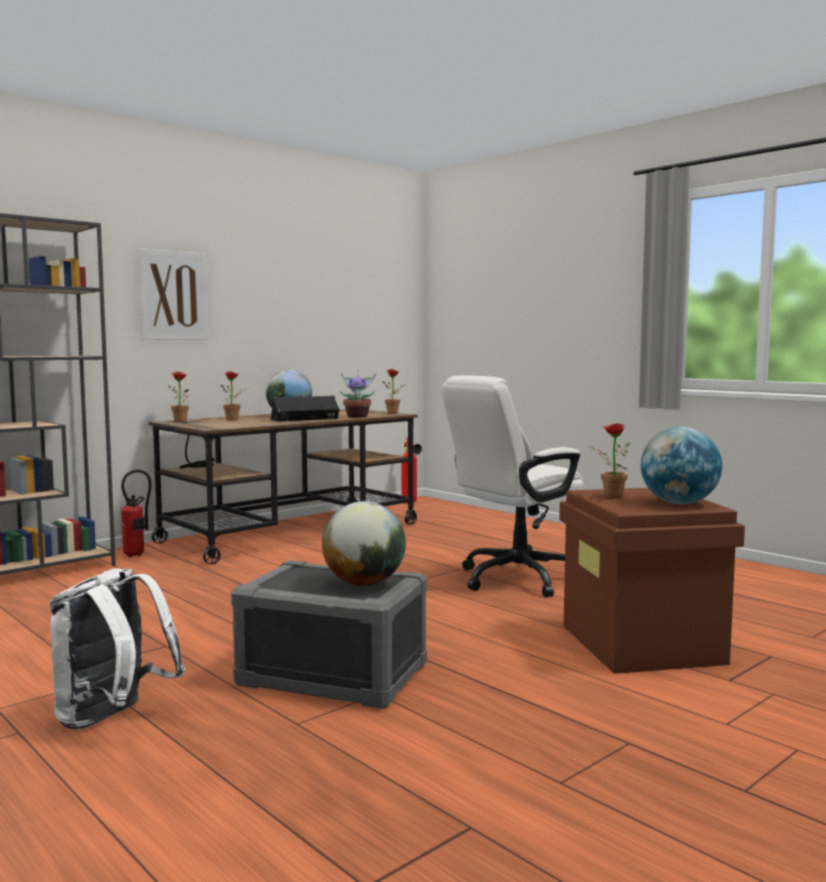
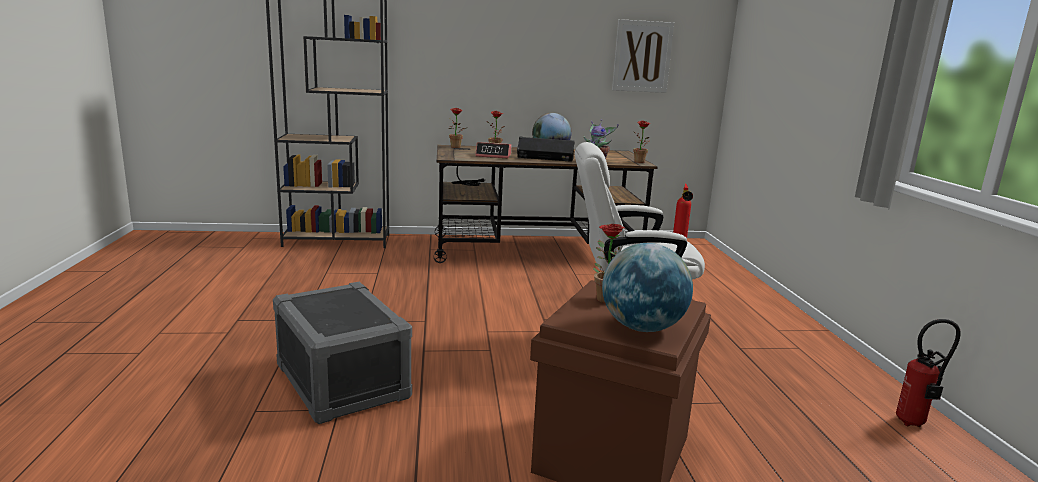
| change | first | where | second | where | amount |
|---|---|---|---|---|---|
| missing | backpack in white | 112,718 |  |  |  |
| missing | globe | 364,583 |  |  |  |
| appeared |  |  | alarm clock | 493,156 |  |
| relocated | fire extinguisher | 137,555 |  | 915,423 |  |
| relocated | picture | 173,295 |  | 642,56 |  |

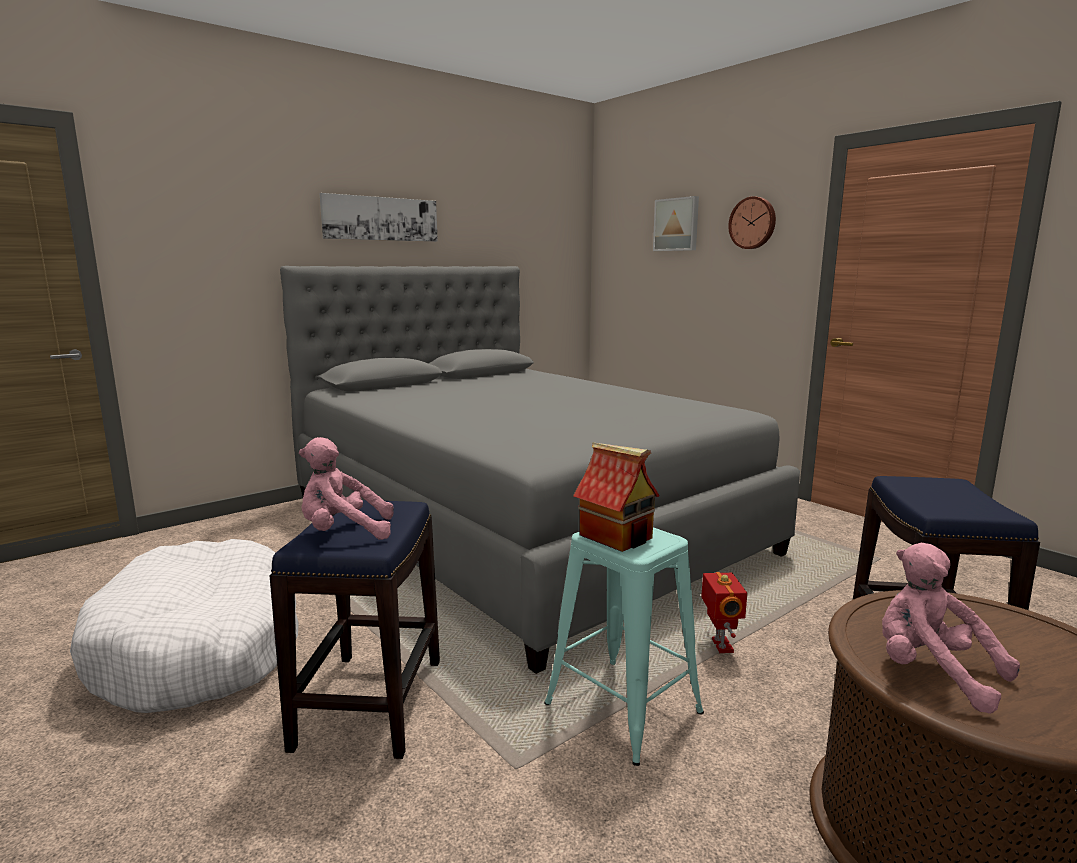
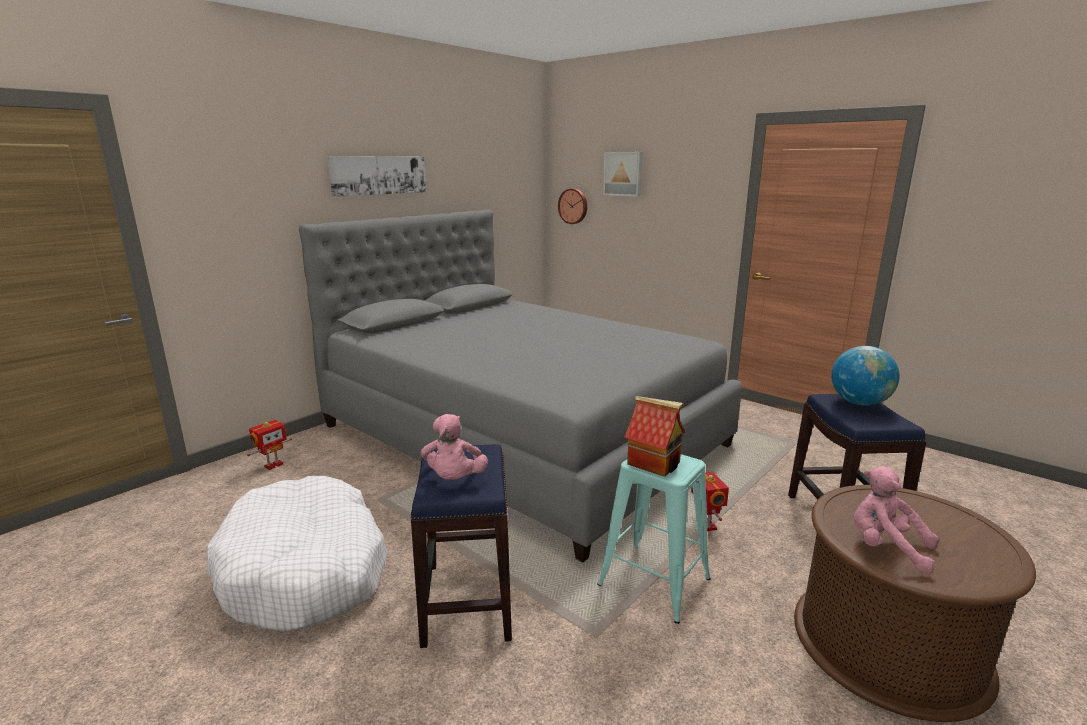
| change | first | where | second | where | amount |
|---|---|---|---|---|---|
| appeared |  |  | toy robot | 273,465 |  |
| appeared |  |  | globe | 859,403 |  |
| relocated | wall clock | 753,223 |  | 573,206 |  |
| spun | plush toy in pink | 344,533 |  | 454,479 | 75 degrees counterclockwise |

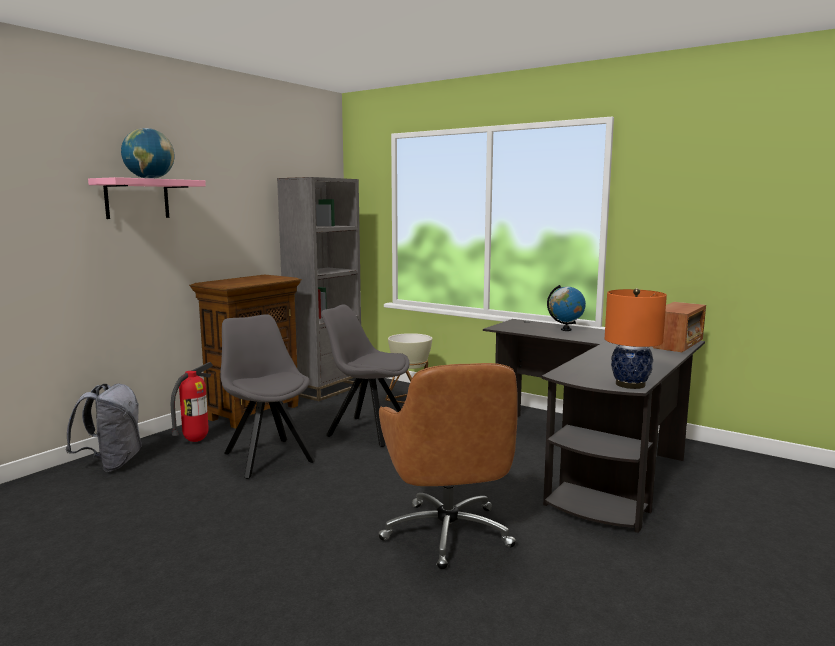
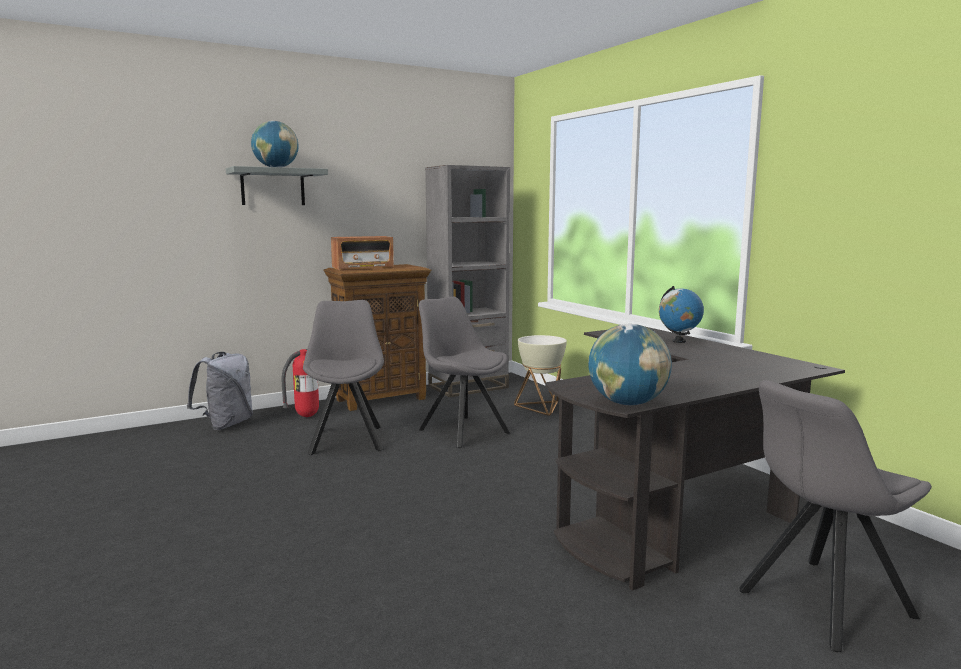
| change | first | where | second | where | amount |
|---|---|---|---|---|---|
| missing | office chair in brown | 446,533 |  |  |  |
| appeared |  |  | chair in grey | 823,603 |  |
| relocated | radio | 677,344 |  | 363,268 |  |
| exchanged | table lamp in orange | 630,384 | globe | 627,403 |  |
| colour | shelf in pink | 137,199 | shelf in grey | 273,187 |  |

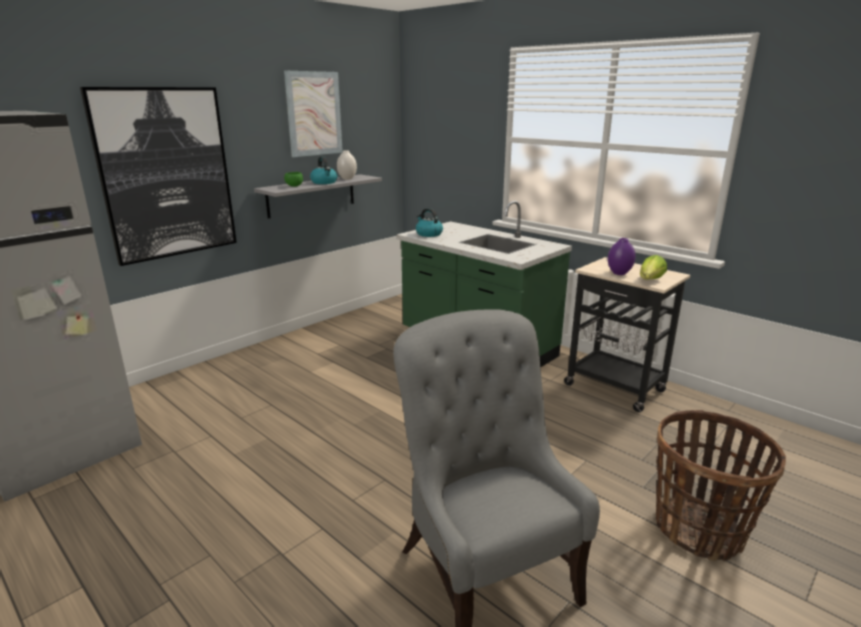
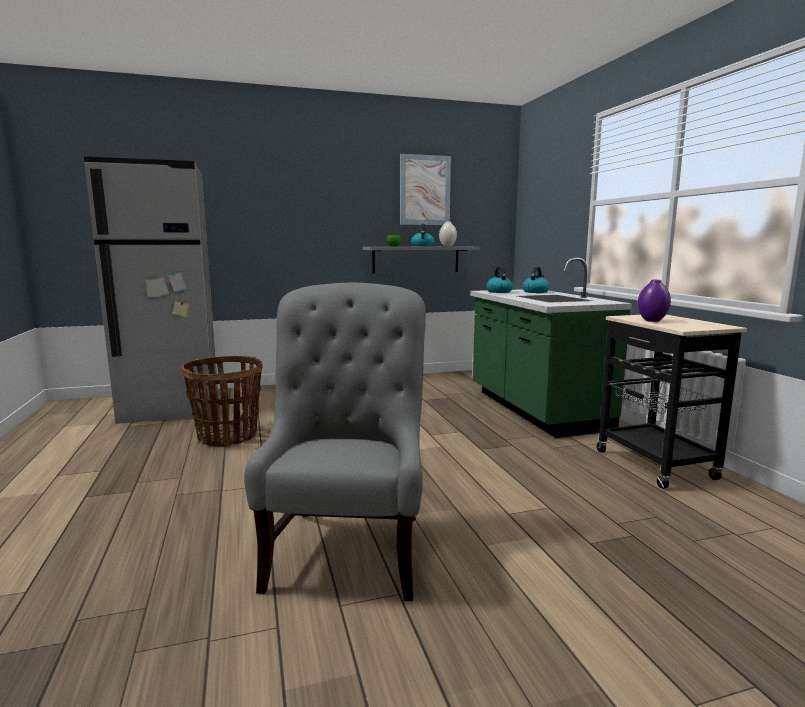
| change | first | where | second | where | amount |
|---|---|---|---|---|---|
| missing | picture | 166,174 |  |  |  |
| missing | lettuce | 650,281 |  |  |  |
| appeared |  |  | kettle | 535,292 |  |
| relocated | basket | 699,530 |  | 228,436 |  |

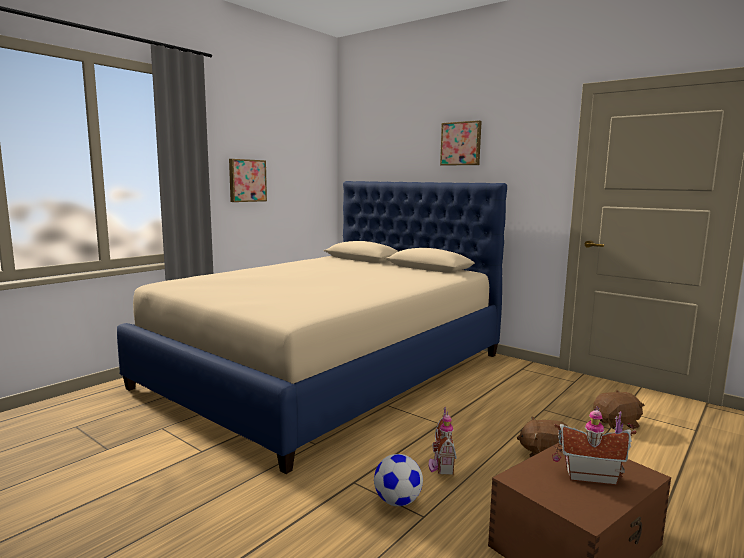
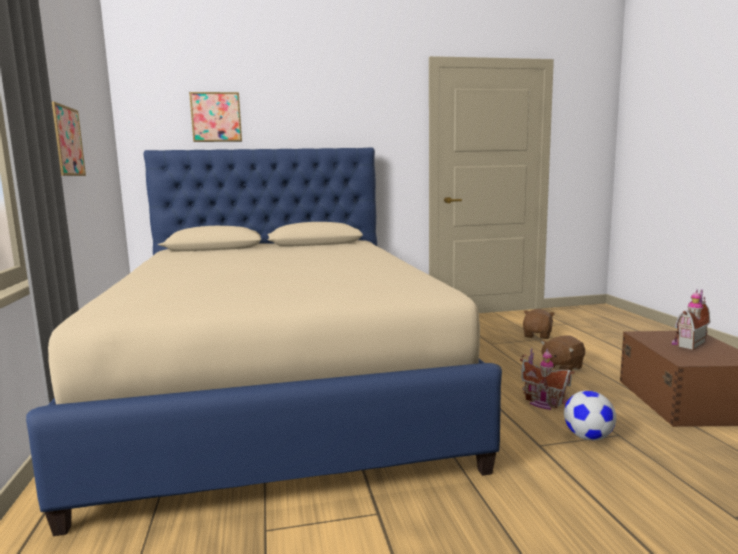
| change | first | where | second | where | amount |
|---|---|---|---|---|---|
| relocated | picture | 461,143 |  | 216,117 |  |

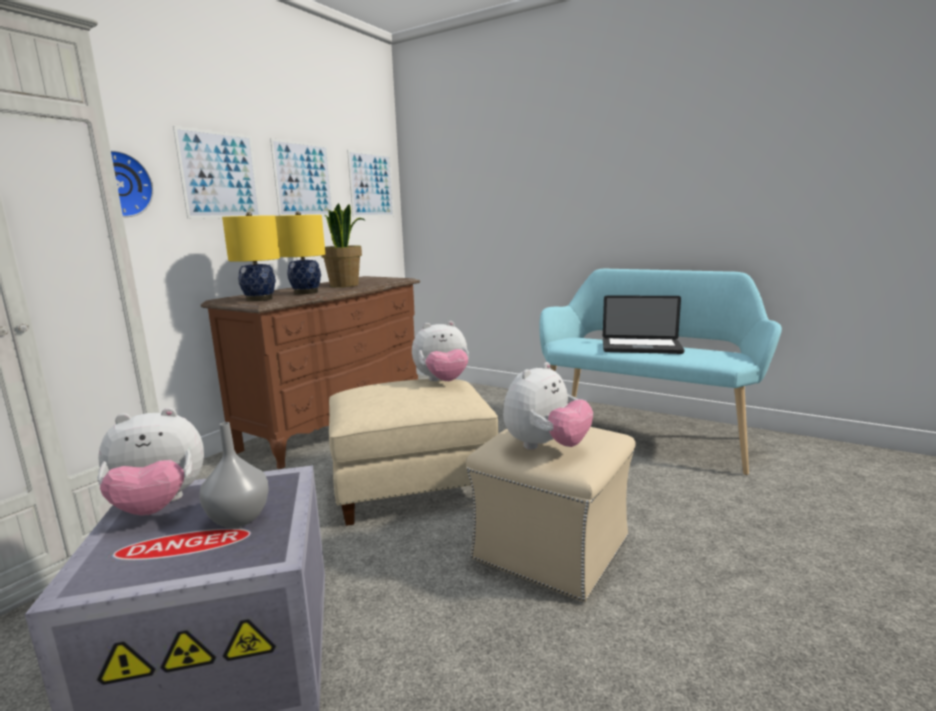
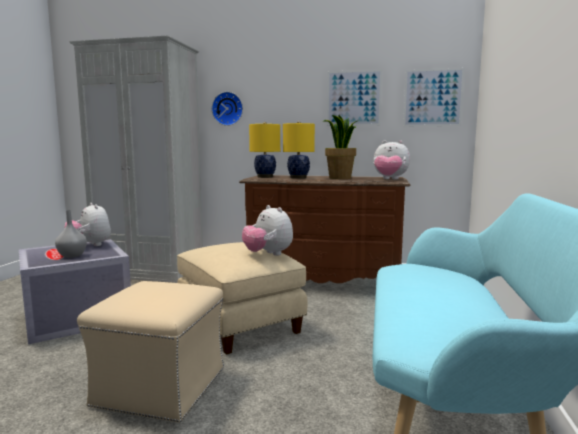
| change | first | where | second | where | amount |
|---|---|---|---|---|---|
| missing | picture | 220,175 |  |  |  |
| missing | laptop | 641,347 |  |  |  |
| relocated | plush toy | 545,447 |  | 389,179 |  |

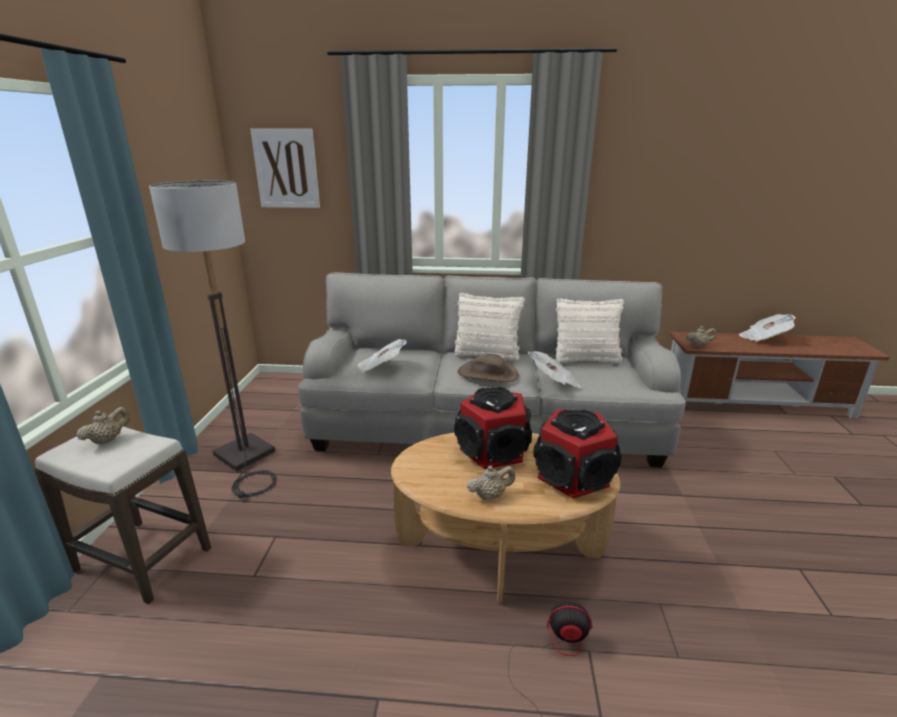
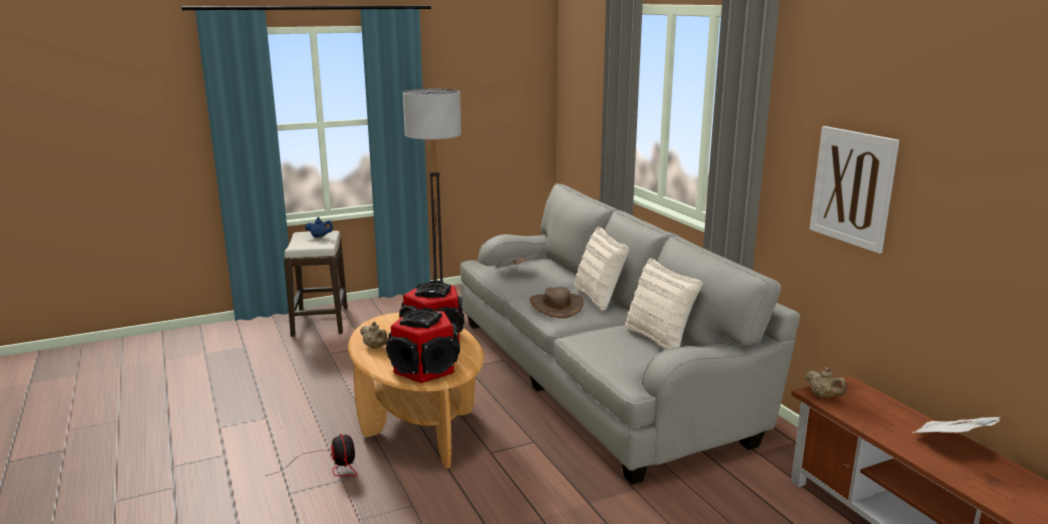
| change | first | where | second | where | amount |
|---|---|---|---|---|---|
| missing | newspaper | 553,382 |  |  |  |
| relocated | picture | 286,169 |  | 852,187 |  |
| colour | teapot in beige | 108,440 | teapot in blue | 320,237 |  |

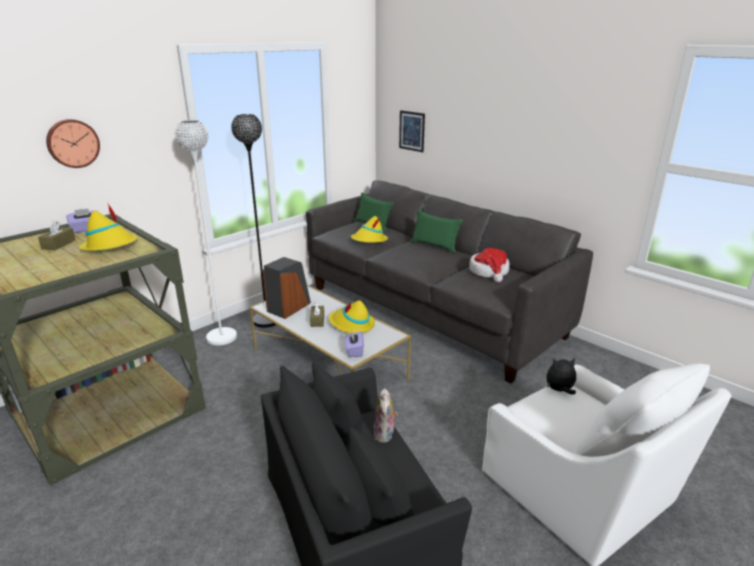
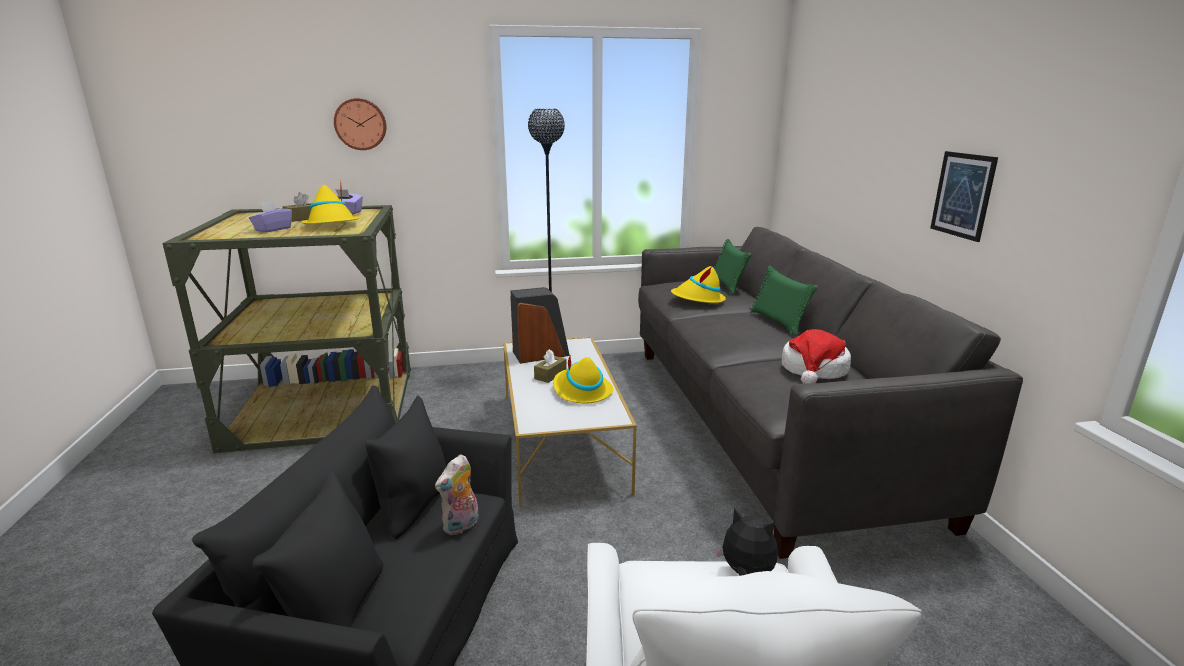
| change | first | where | second | where | amount |
|---|---|---|---|---|---|
| missing | floor lamp in white | 222,337 |  |  |  |
| relocated | tissue box in purple | 354,351 |  | 273,229 |  |
| relocated | picture | 412,131 |  | 962,195 |  |

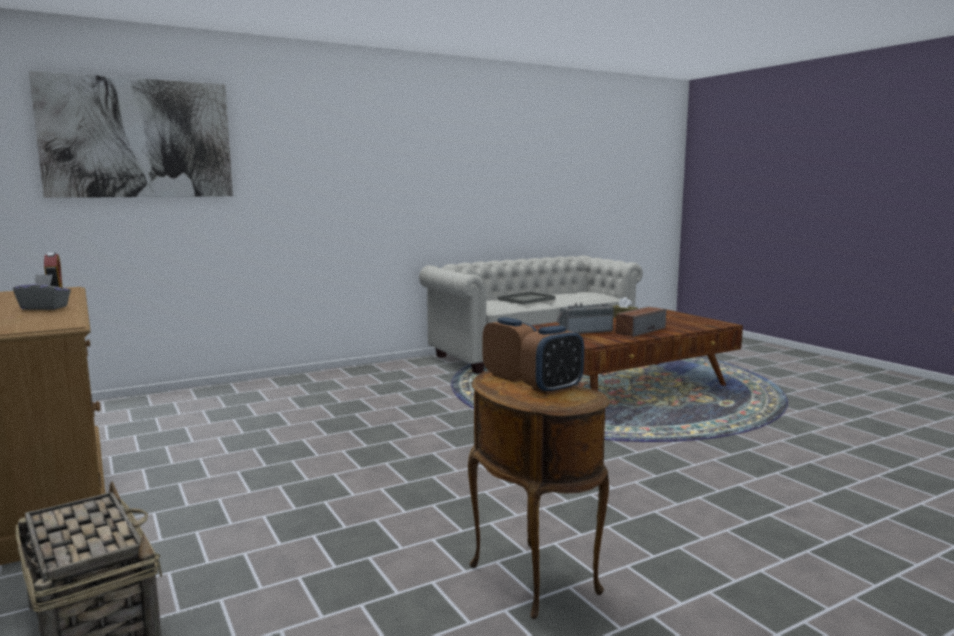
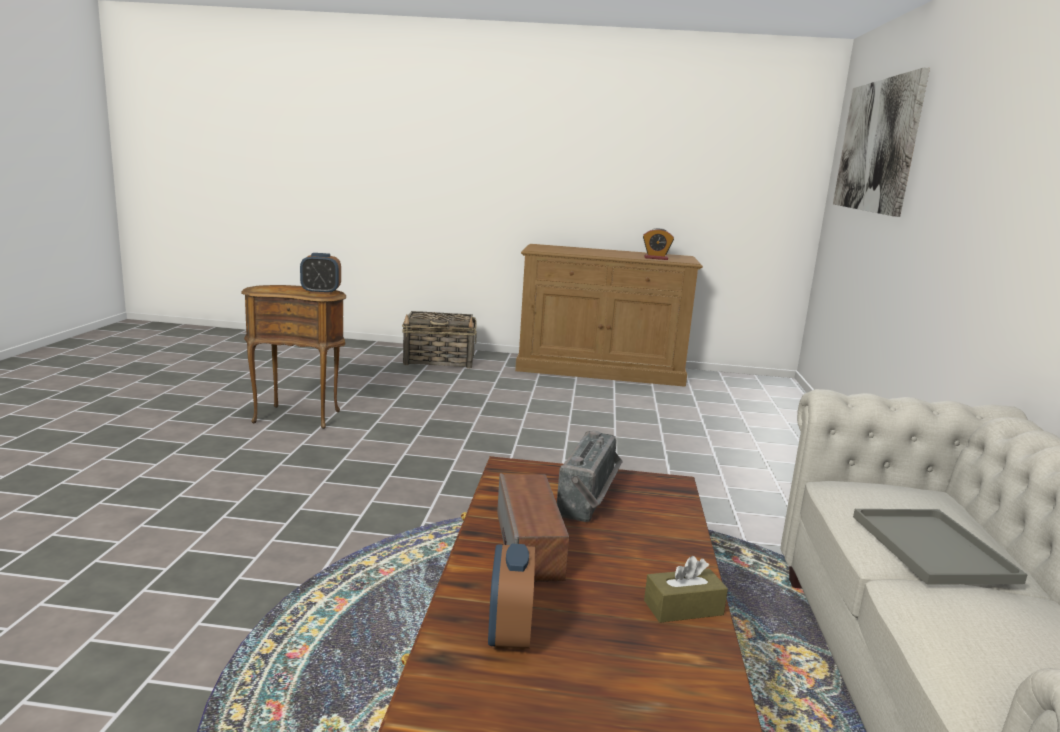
| change | first | where | second | where | amount |
|---|---|---|---|---|---|
| missing | tissue box in grey | 45,308 |  |  |  |
| relocated | alarm clock | 552,389 |  | 509,633 |  |

